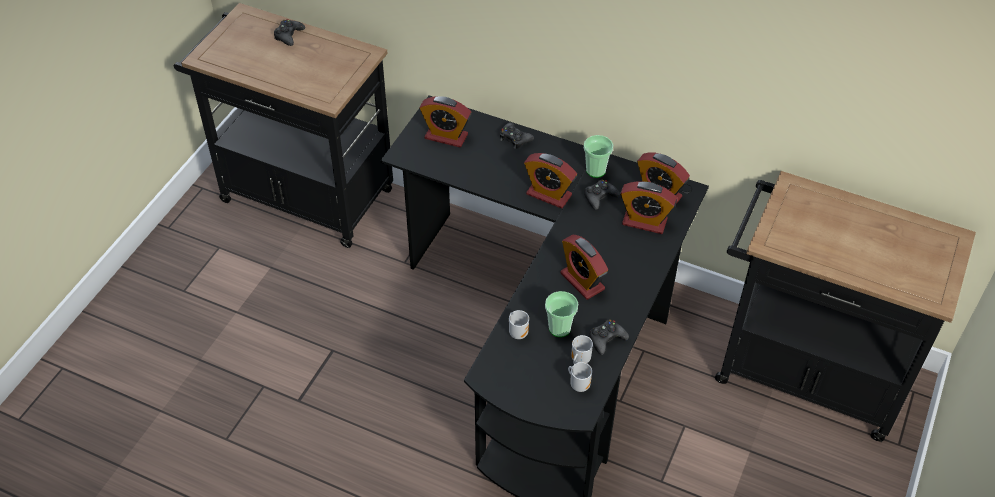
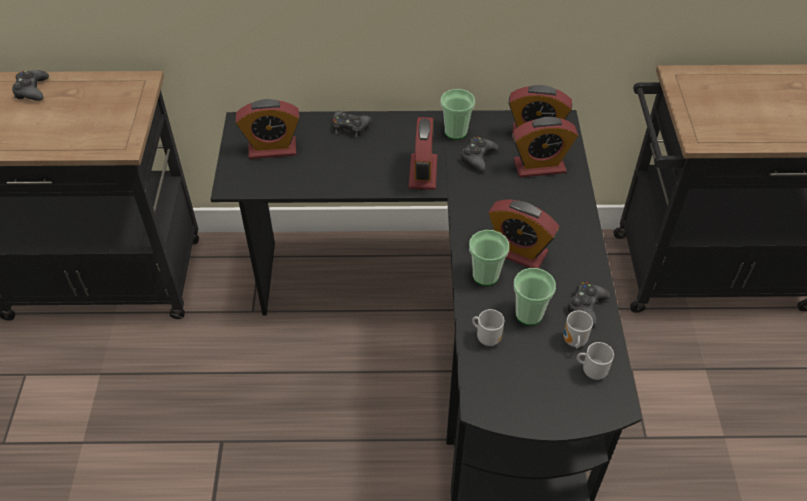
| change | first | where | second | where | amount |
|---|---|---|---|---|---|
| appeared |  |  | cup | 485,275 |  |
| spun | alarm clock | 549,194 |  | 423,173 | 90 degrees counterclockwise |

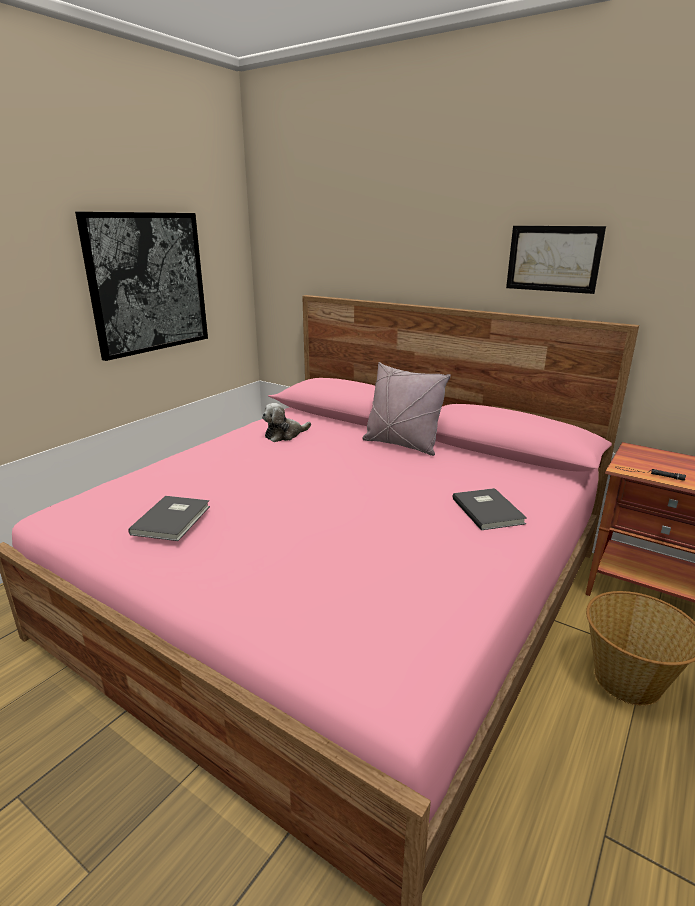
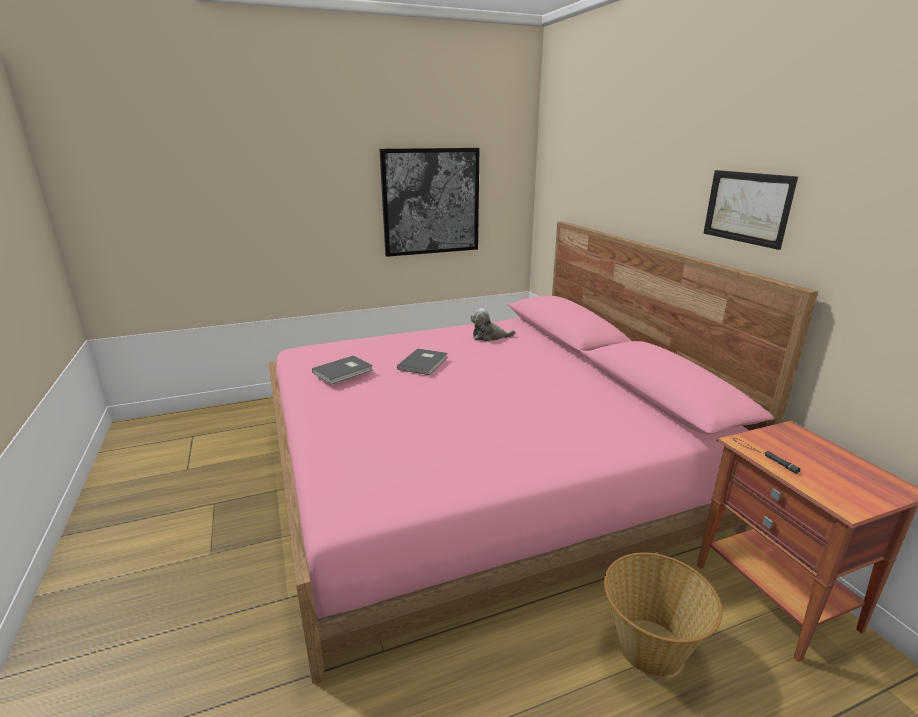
| change | first | where | second | where | amount |
|---|---|---|---|---|---|
| missing | pillow in purple | 401,445 |  |  |  |
| relocated | book in grey | 488,510 |  | 424,363 |  |

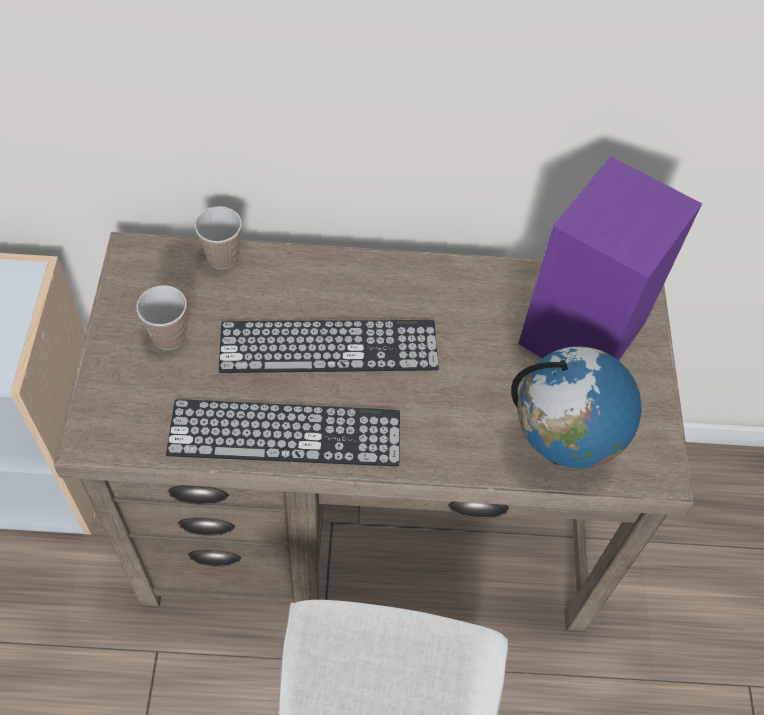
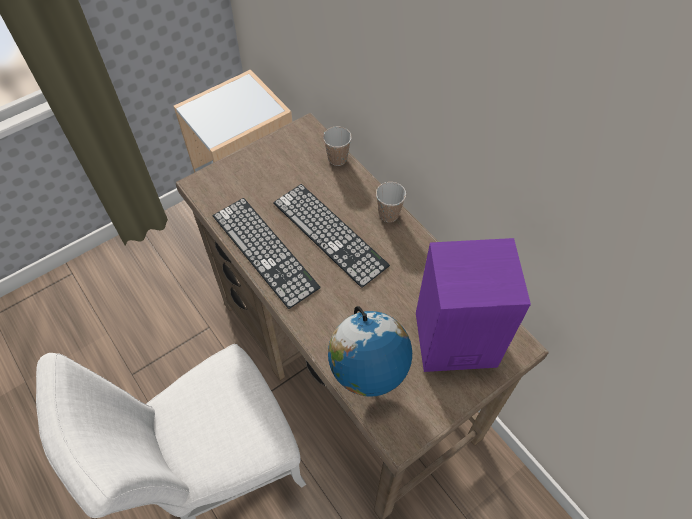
| change | first | where | second | where | amount |
|---|---|---|---|---|---|
| relocated | cup | 169,337 |  | 389,214 |  |

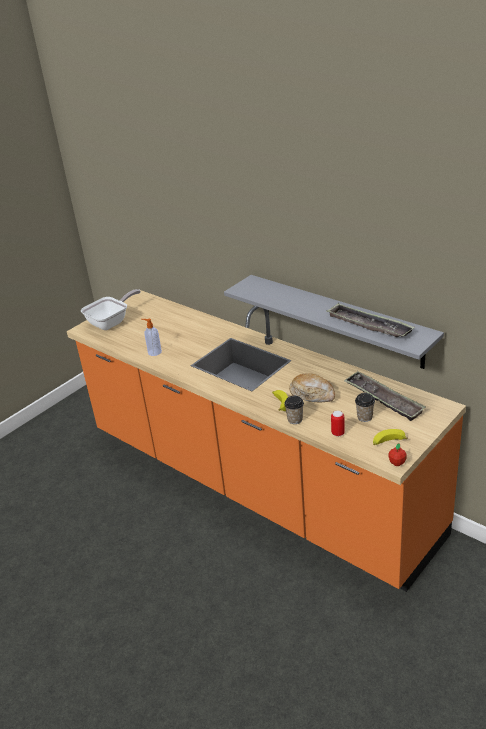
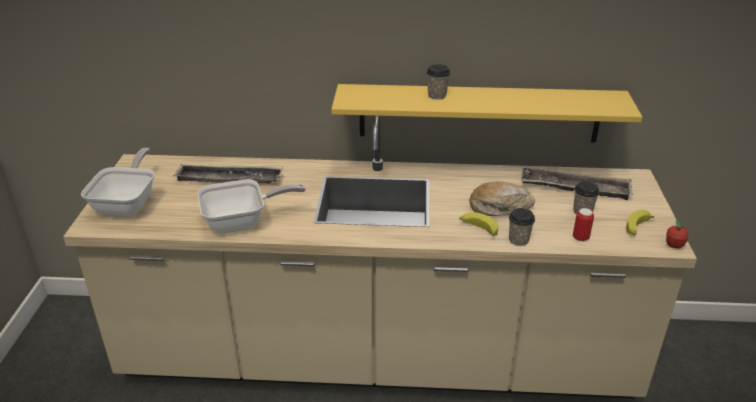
| change | first | where | second | where | amount |
|---|---|---|---|---|---|
| appeared |  |  | cup | 437,95 |  |
| relocated | tray | 369,325 |  | 229,179 |  |
| exchanged | soap dispenser | 154,352 | frying pan | 242,222 |  |
| colour | counter in orange | 255,483 | counter in beige | 378,357 |  |
| colour | shelf in grey | 339,320 | shelf in yellow | 479,113 |  |

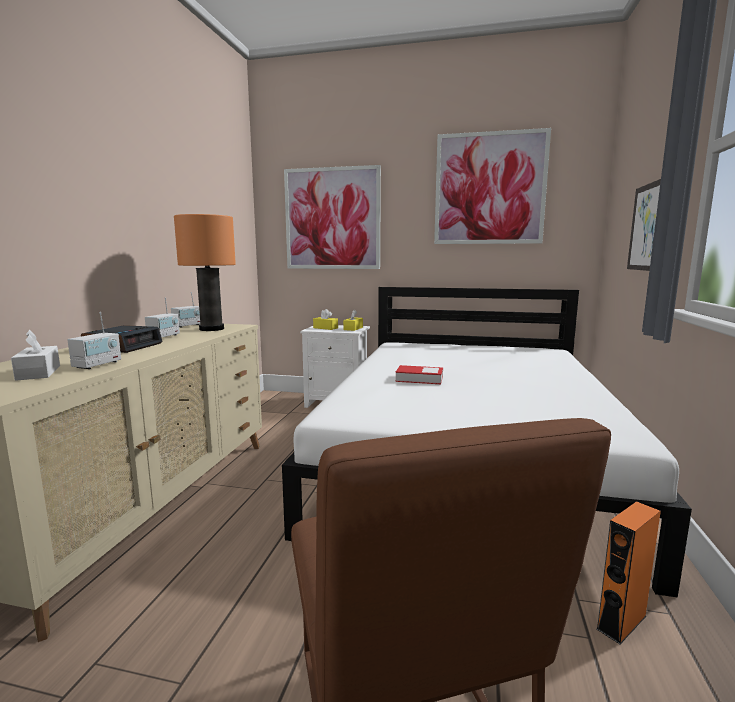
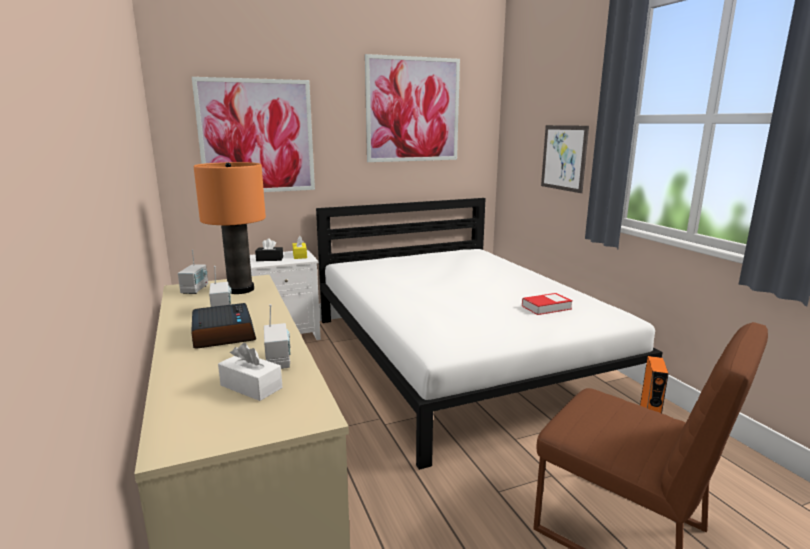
| change | first | where | second | where | amount |
|---|---|---|---|---|---|
| relocated | book | 419,379 |  | 546,307 |  |
| colour | tissue box in yellow | 325,328 | tissue box in black | 269,259 |  |

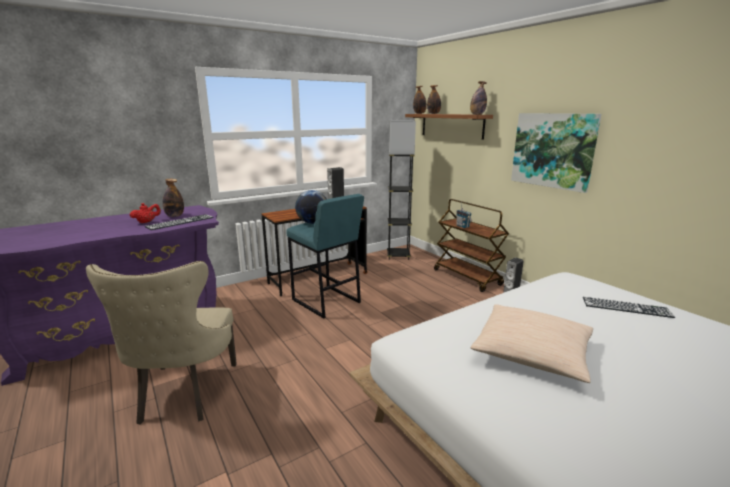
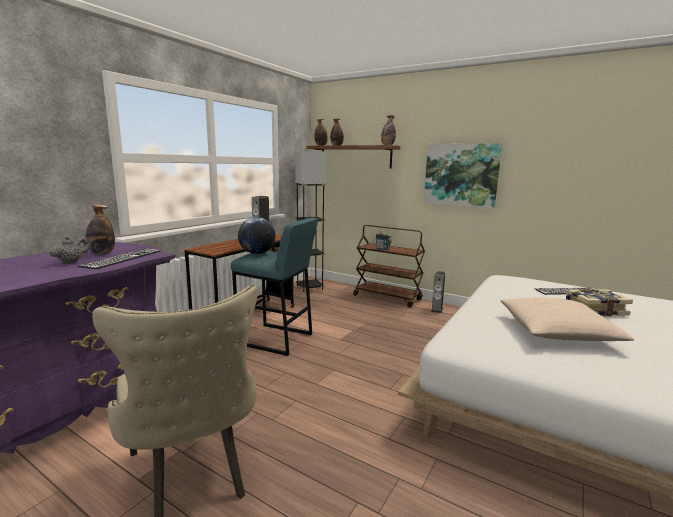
| change | first | where | second | where | amount |
|---|---|---|---|---|---|
| appeared |  |  | book | 594,310 |  |
| colour | teapot in red | 147,222 | teapot in grey | 71,262 |  |

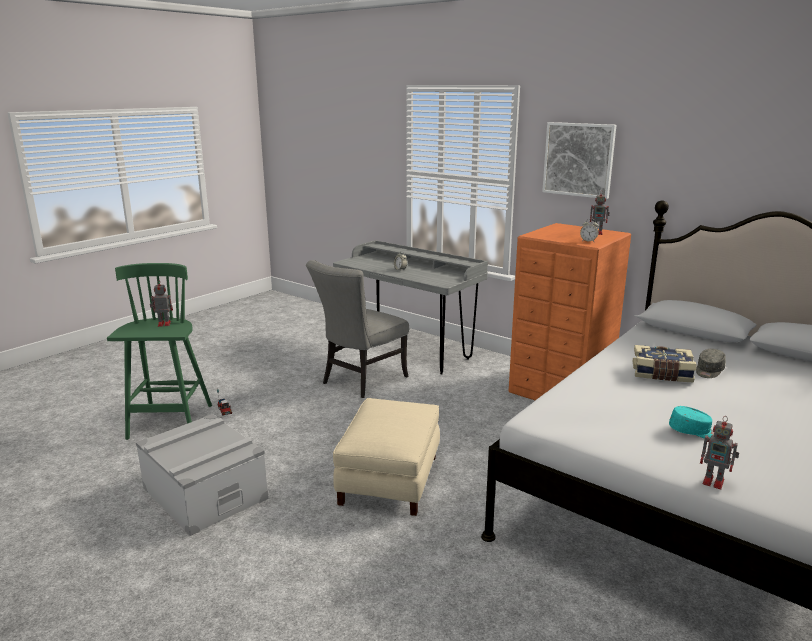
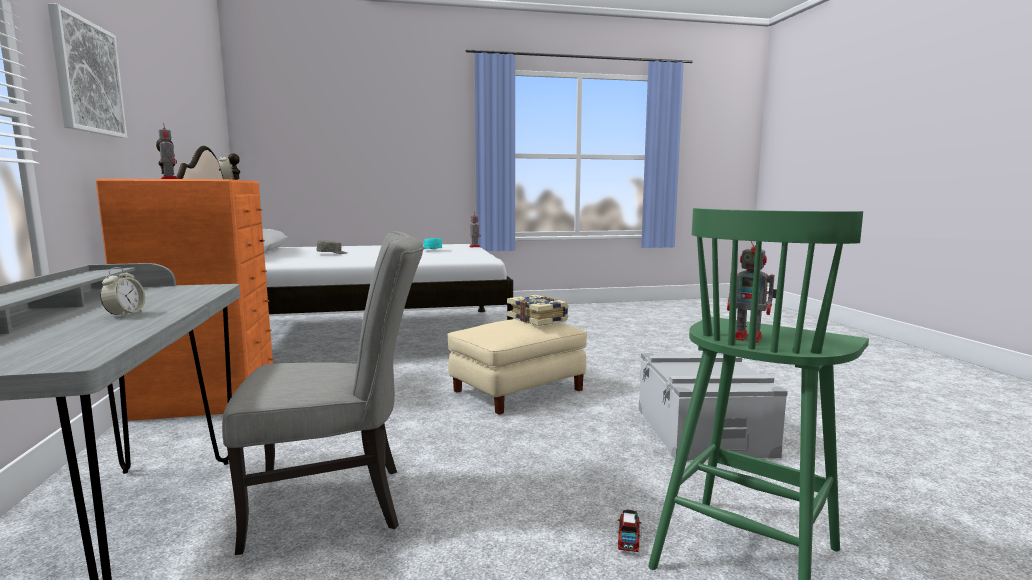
| change | first | where | second | where | amount |
|---|---|---|---|---|---|
| relocated | book | 662,374 |  | 538,319 |  |

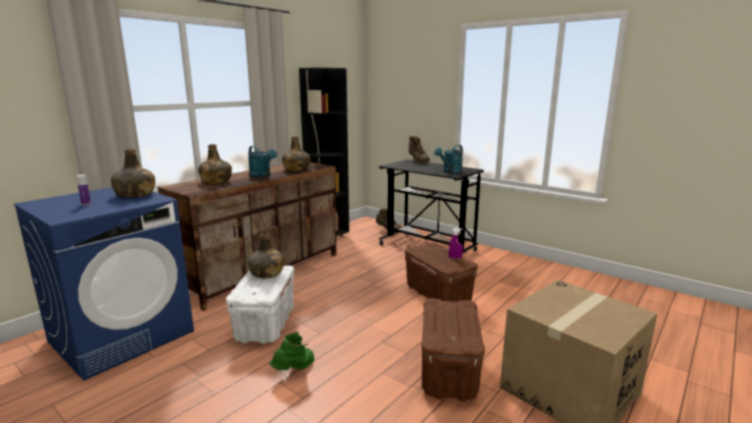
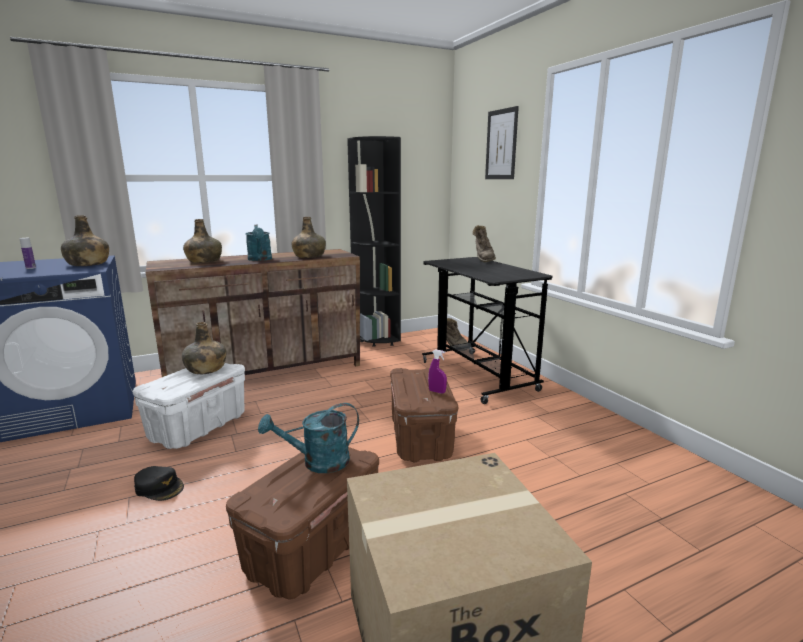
| change | first | where | second | where | amount |
|---|---|---|---|---|---|
| appeared |  |  | picture | 501,144 |  |
| relocated | watering can in turquoise | 450,172 |  | 317,463 |  |
| exchanged | boot in green | 294,370 | cap in black | 159,487 |  |

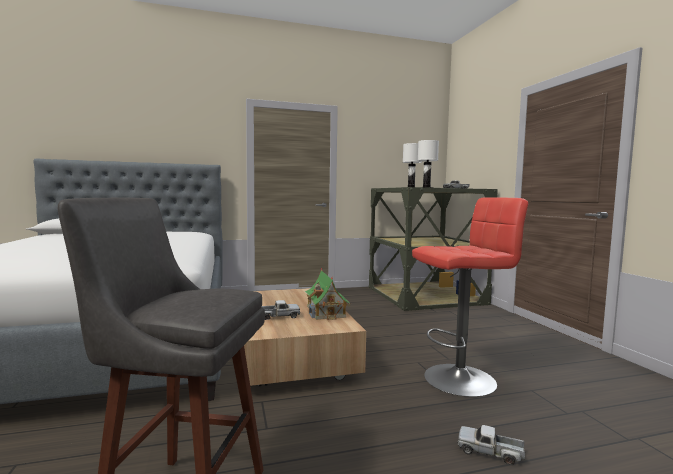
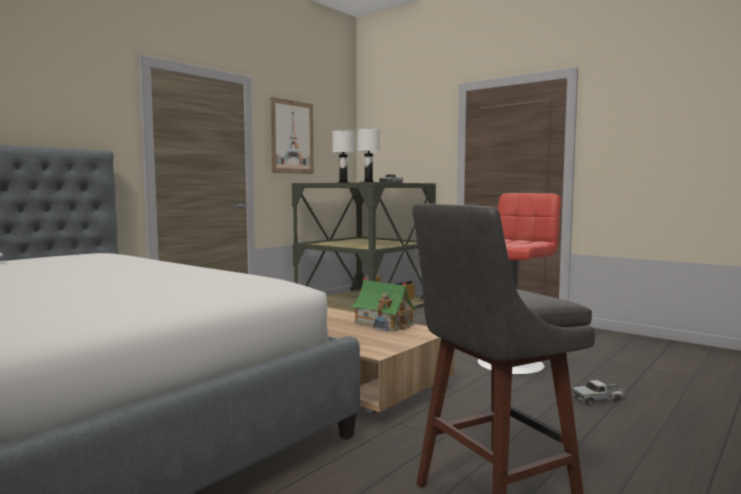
| change | first | where | second | where | amount |
|---|---|---|---|---|---|
| missing | toy truck | 278,316 |  |  |  |
| appeared |  |  | picture | 292,137 |  |

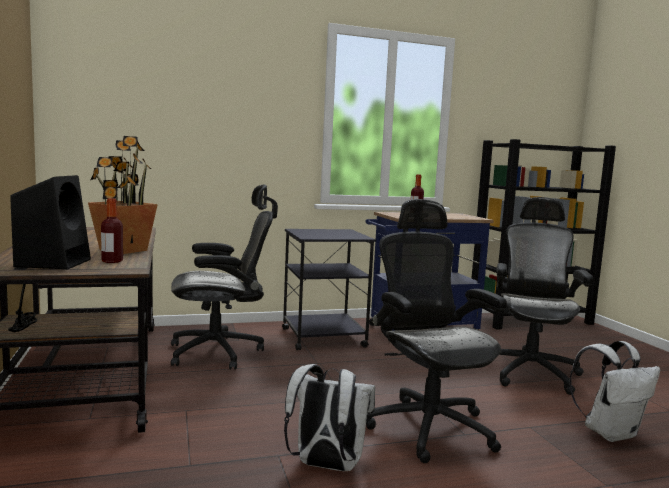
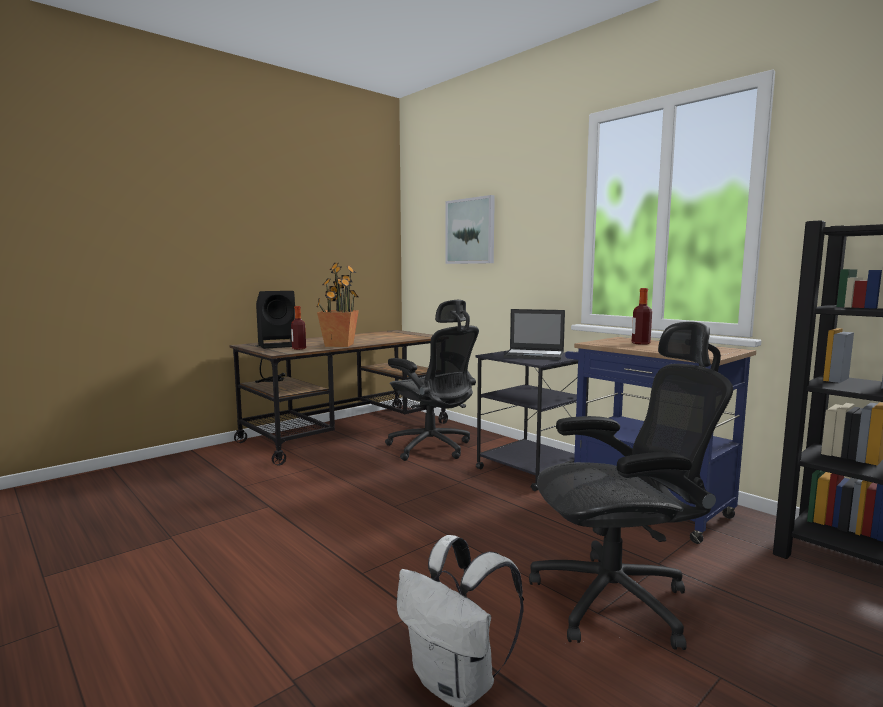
| change | first | where | second | where | amount |
|---|---|---|---|---|---|
| missing | backpack in white | 325,465 |  |  |  |
| missing | office chair | 427,426 |  |  |  |
| appeared |  |  | picture | 470,231 |  |
| appeared |  |  | laptop | 535,355 |  |

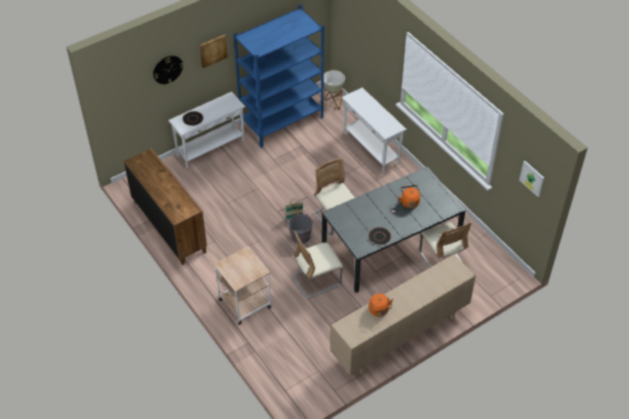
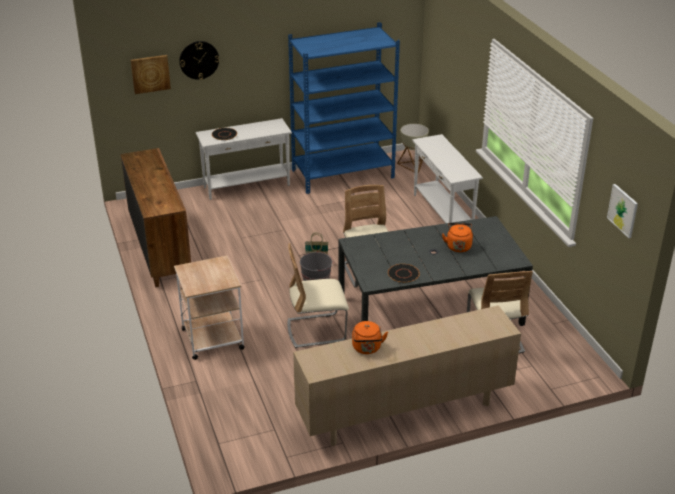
| change | first | where | second | where | amount |
|---|---|---|---|---|---|
| relocated | picture | 213,50 |  | 150,73 |  |

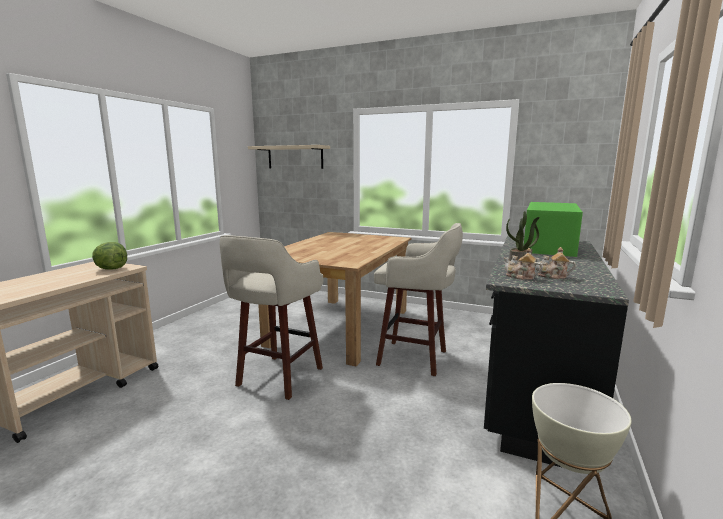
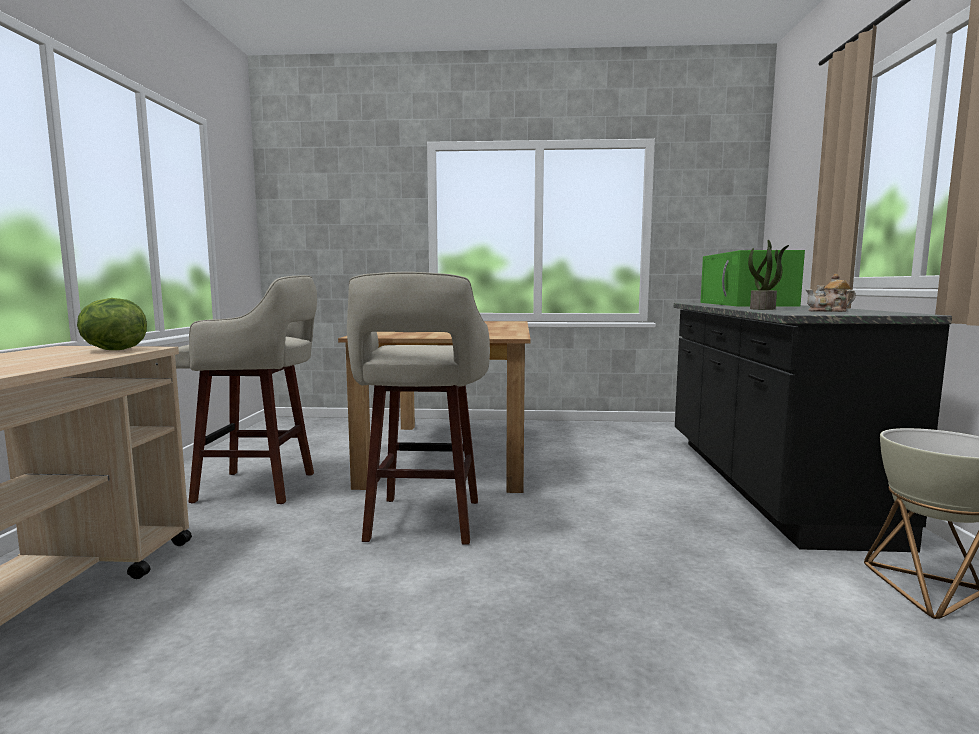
| change | first | where | second | where | amount |
|---|---|---|---|---|---|
| missing | shelf in beige | 295,157 |  |  |  |
| missing | teapot | 520,277 |  |  |  |
| relocated | stool in beige | 415,359 |  | 261,488 |  |

